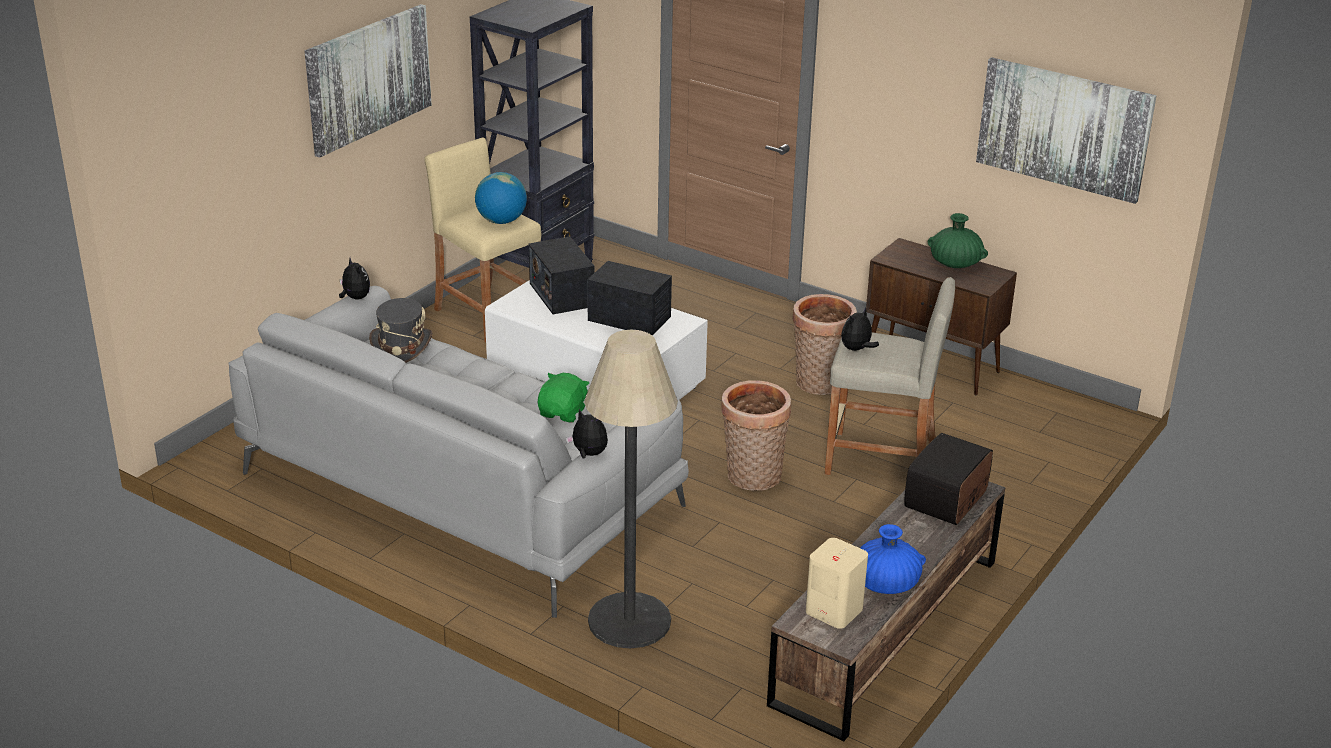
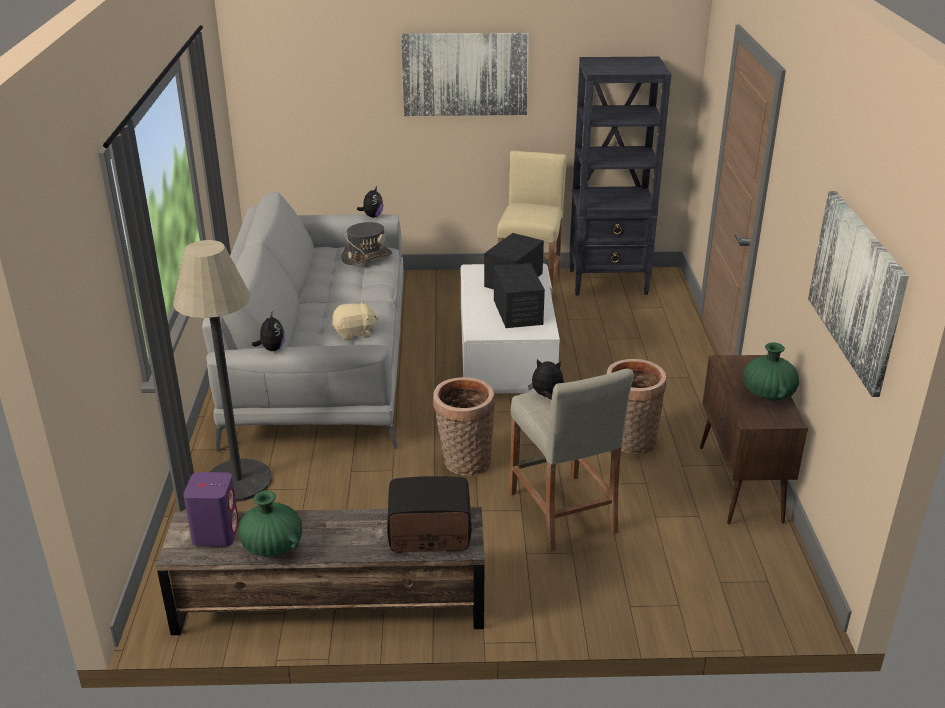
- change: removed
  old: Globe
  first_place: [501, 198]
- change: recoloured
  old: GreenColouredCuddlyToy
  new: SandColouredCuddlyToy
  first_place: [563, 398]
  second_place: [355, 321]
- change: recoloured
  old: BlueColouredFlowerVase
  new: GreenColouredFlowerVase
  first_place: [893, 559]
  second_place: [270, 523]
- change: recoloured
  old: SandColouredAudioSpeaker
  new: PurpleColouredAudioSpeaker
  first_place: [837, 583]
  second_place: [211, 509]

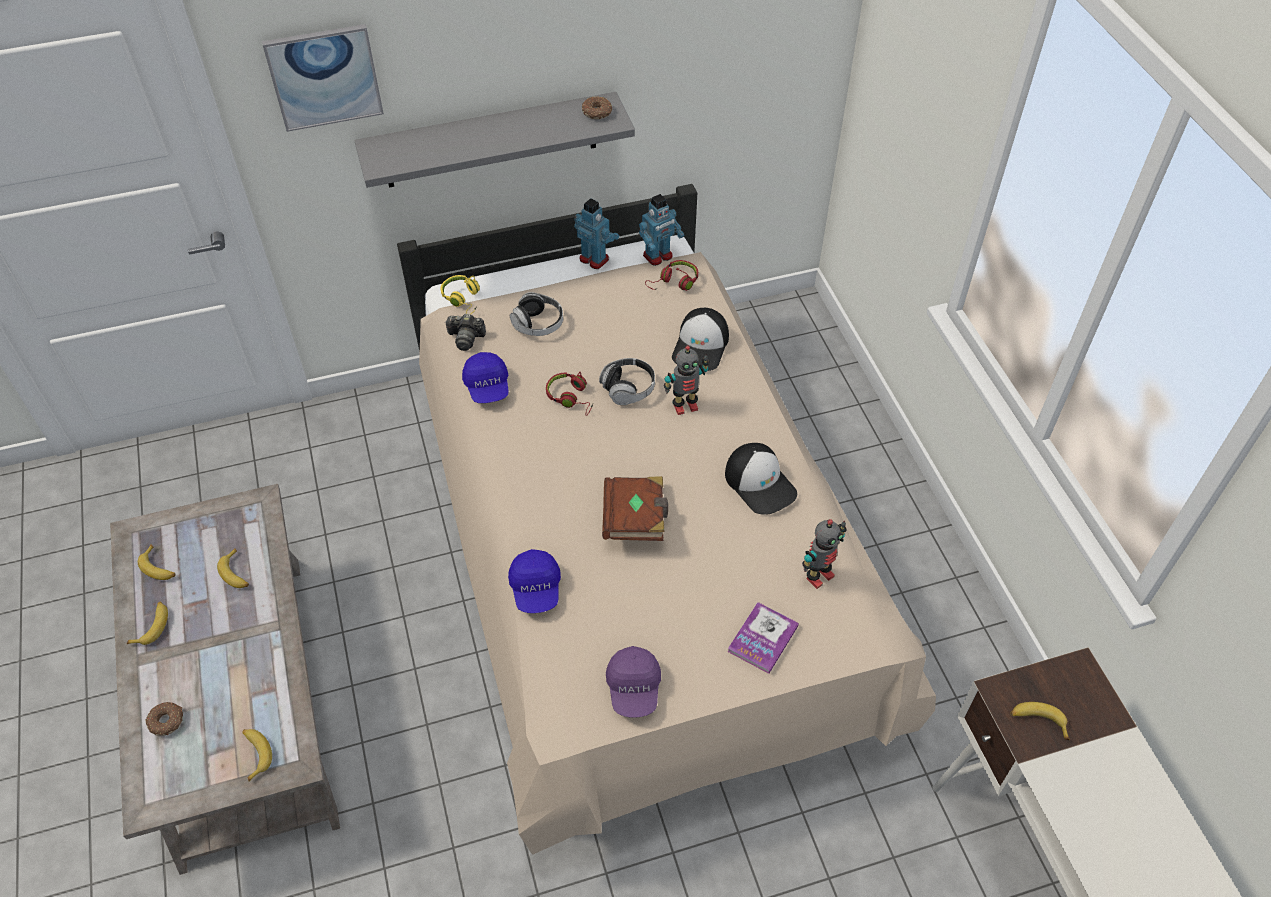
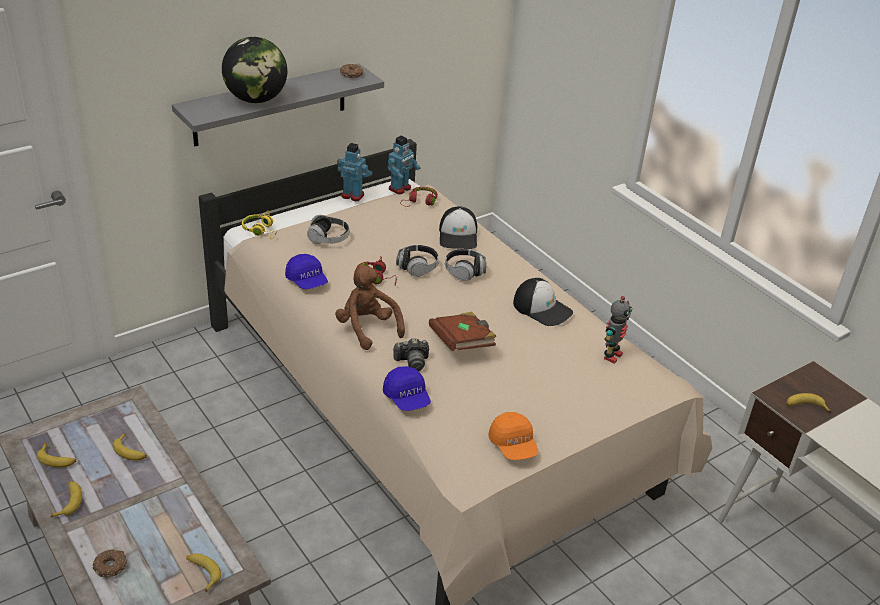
- change: removed
  old: WallPicture
  first_place: [323, 78]
- change: moved
  old: StillCamera
  first_place: [465, 332]
  second_place: [411, 354]
- change: replaced
  old: ToyRobot
  new: PairOfHeadphones
  first_place: [686, 380]
  second_place: [466, 265]
- change: removed
  old: Book
  first_place: [763, 638]
- change: recoloured
  old: PurpleColouredCap
  new: OrangeColouredCap
  first_place: [633, 682]
  second_place: [513, 436]
- change: added
  new: Globe
  second_place: [254, 70]
- change: added
  new: BrownishCuddlyToy
  second_place: [370, 307]

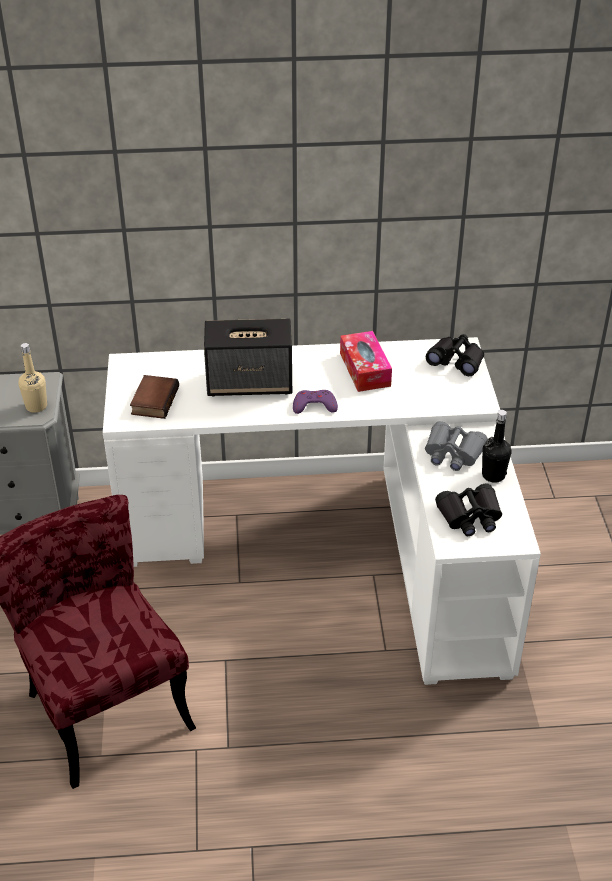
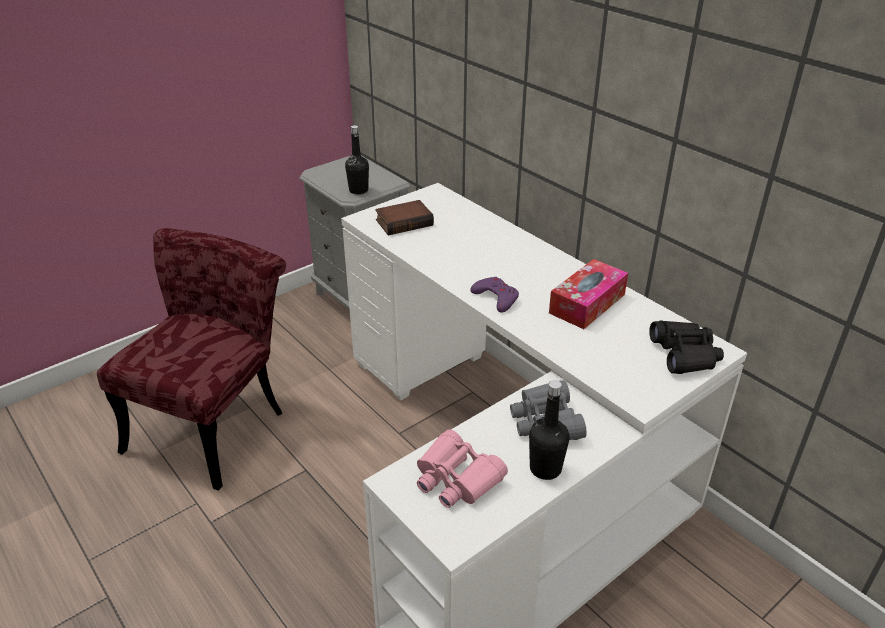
- change: removed
  old: AudioSpeaker
  first_place: [248, 357]
- change: recoloured
  old: SandColouredDrinkBottle
  new: BlackishDrinkBottle
  first_place: [32, 378]
  second_place: [357, 159]
- change: recoloured
  old: BlackishBinoculars
  new: PinkColouredBinoculars
  first_place: [468, 509]
  second_place: [462, 468]

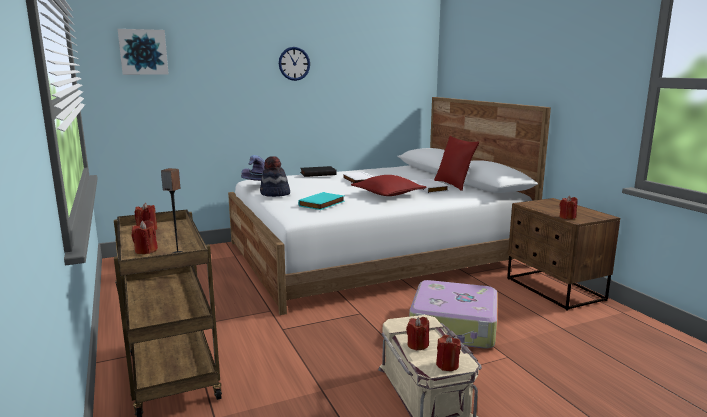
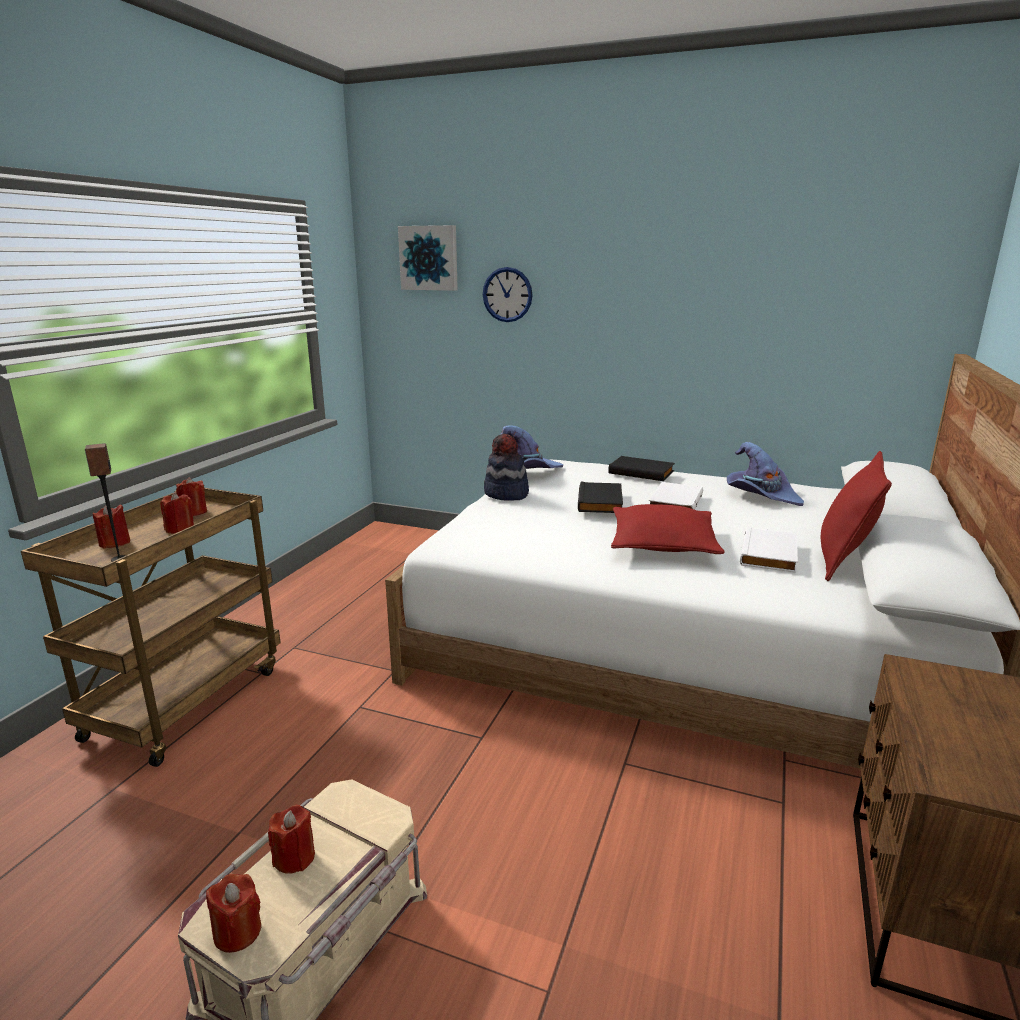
- change: moved
  old: HangingClock
  first_place: [294, 64]
  second_place: [508, 294]
- change: removed
  old: TurquoiseBook
  first_place: [321, 201]
- change: moved
  old: ReddishCandle
  first_place: [568, 207]
  second_place: [177, 513]
- change: removed
  old: PieceOfLuggage
  first_place: [453, 314]
- change: added
  new: PurpleColouredClothingHat
  second_place: [765, 474]
- change: added
  new: BlackishBook
  second_place: [600, 497]

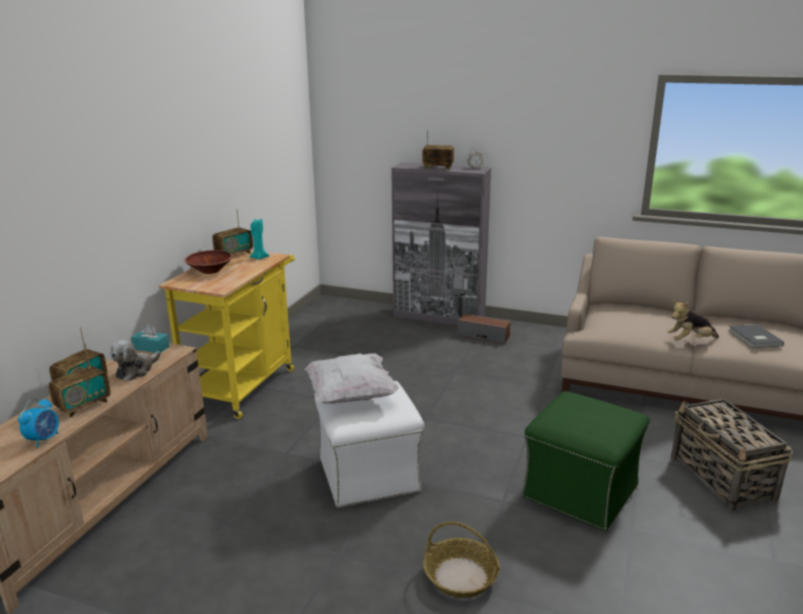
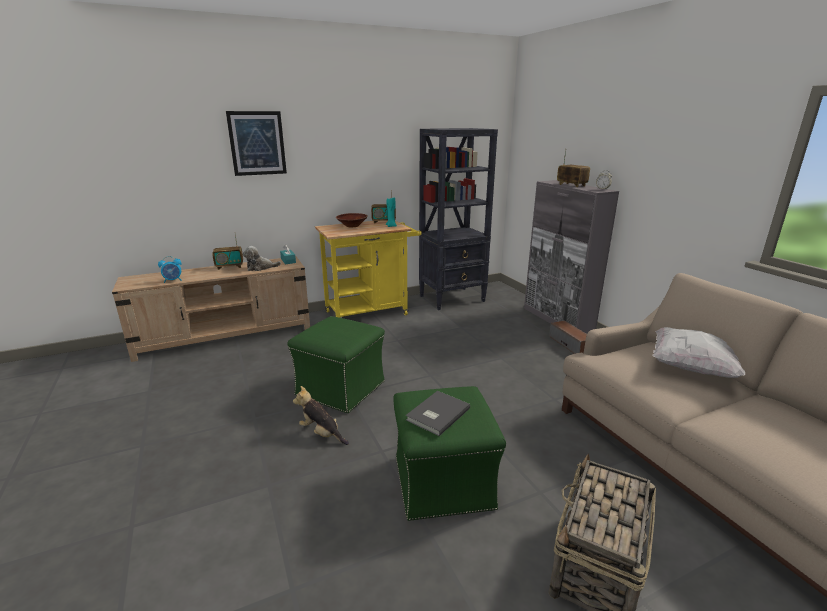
- change: moved
  old: CuddlyToy
  first_place: [693, 320]
  second_place: [321, 415]
- change: moved
  old: GrayBook
  first_place: [756, 336]
  second_place: [438, 413]
- change: removed
  old: Radio
  first_place: [80, 381]
- change: moved
  old: WhiteColouredCushion
  first_place: [351, 378]
  second_place: [698, 352]
- change: recoloured
  old: WhiteColouredOttoman
  new: GreenColouredOttoman
  first_place: [369, 444]
  second_place: [336, 364]
- change: removed
  old: HouseholdBasket
  first_place: [461, 560]
- change: added
  new: WallPicture
  second_place: [256, 143]
- change: added
  new: BlackishBookcase
  second_place: [458, 219]

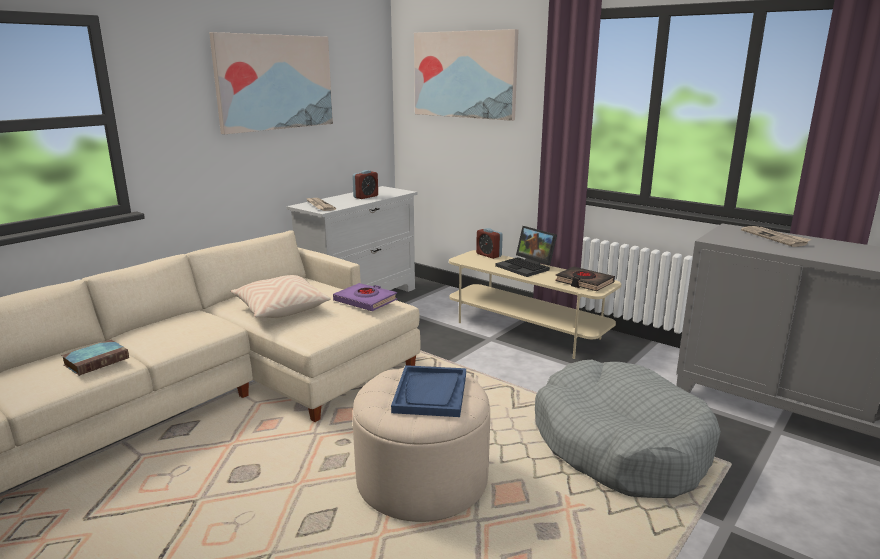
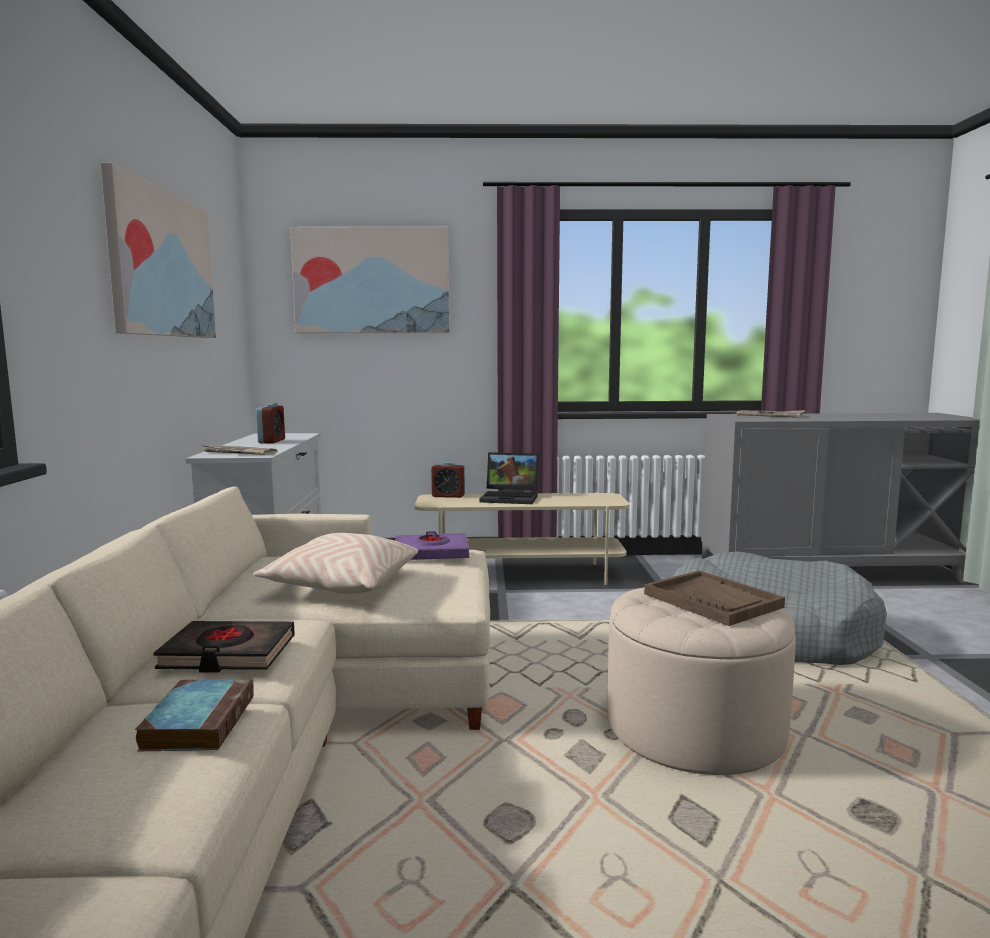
- change: moved
  old: BlackishBook
  first_place: [585, 279]
  second_place: [224, 647]
- change: recoloured
  old: BlueColouredCarryingTray
  new: BrownishCarryingTray
  first_place: [428, 391]
  second_place: [714, 598]

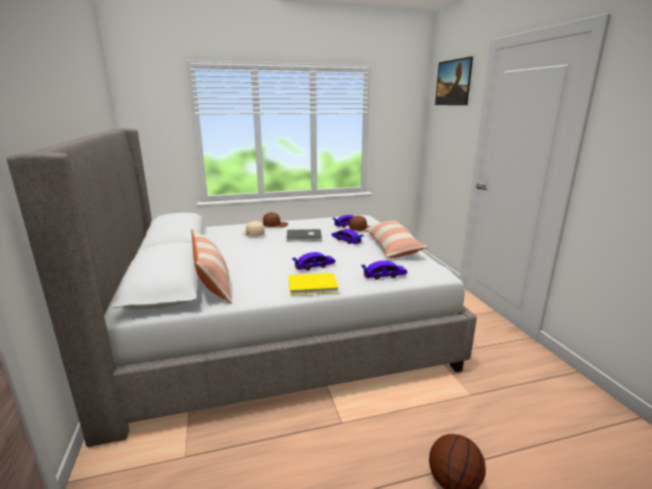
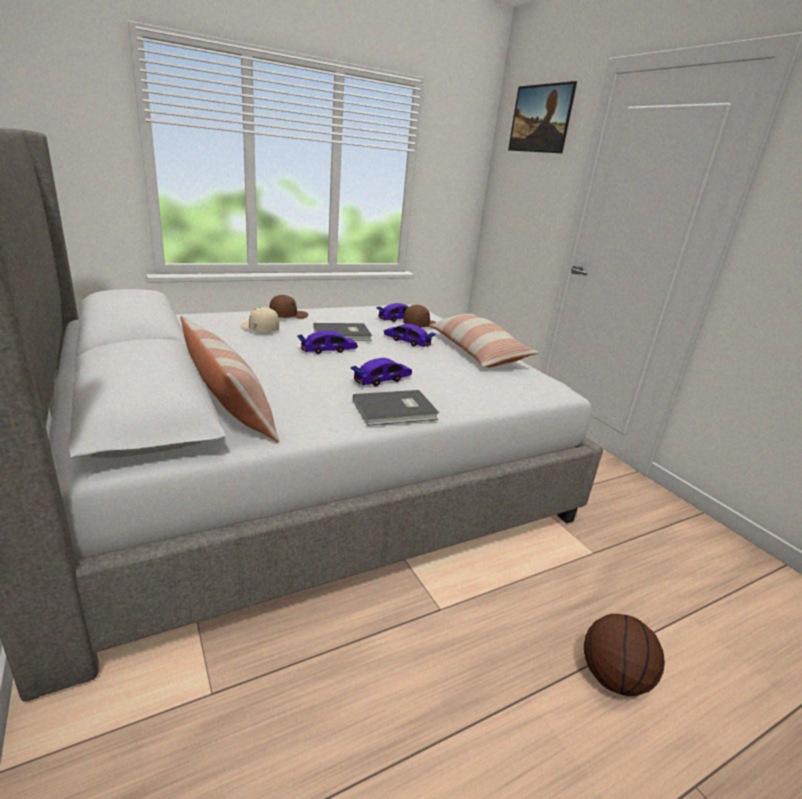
- change: moved
  old: ToyCar
  first_place: [384, 270]
  second_place: [328, 342]
- change: recoloured
  old: YellowishBook
  new: GrayBook
  first_place: [313, 284]
  second_place: [396, 408]

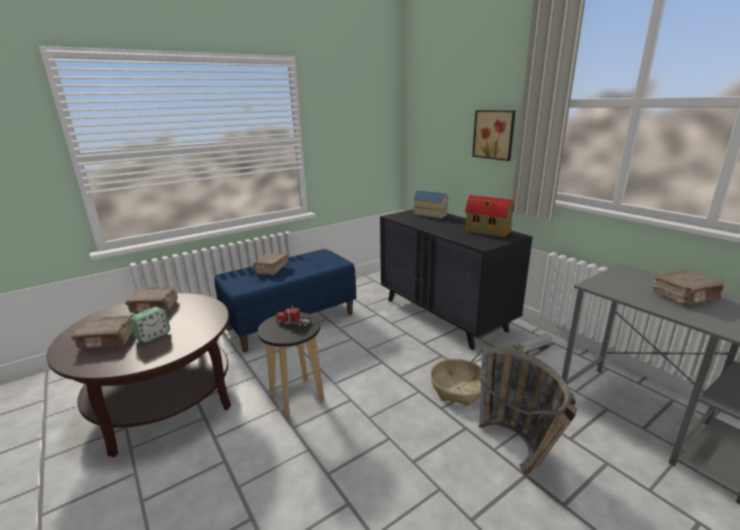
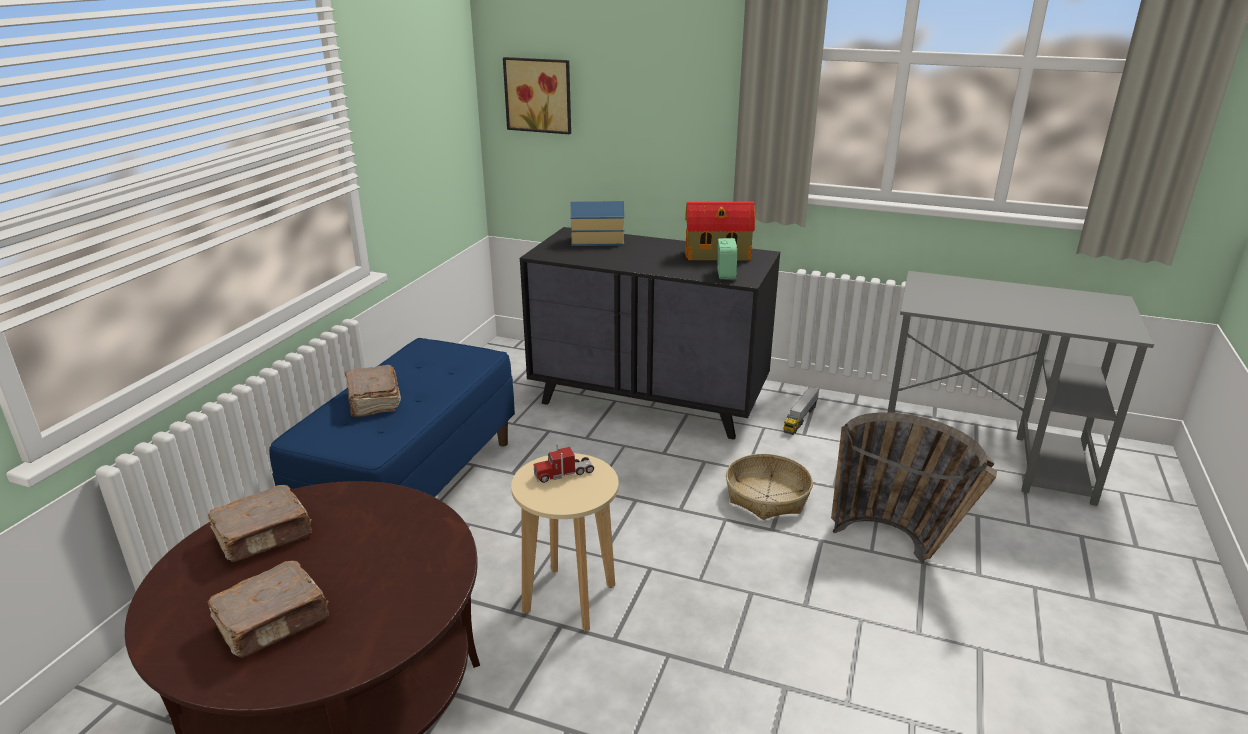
- change: moved
  old: WallPicture
  first_place: [493, 135]
  second_place: [537, 95]
- change: removed
  old: BrownishBook
  first_place: [688, 287]
- change: moved
  old: AlarmClock
  first_place: [150, 325]
  second_place: [727, 258]
- change: recoloured
  old: BlackishStool
  new: SandColouredStool
  first_place: [291, 364]
  second_place: [565, 542]

